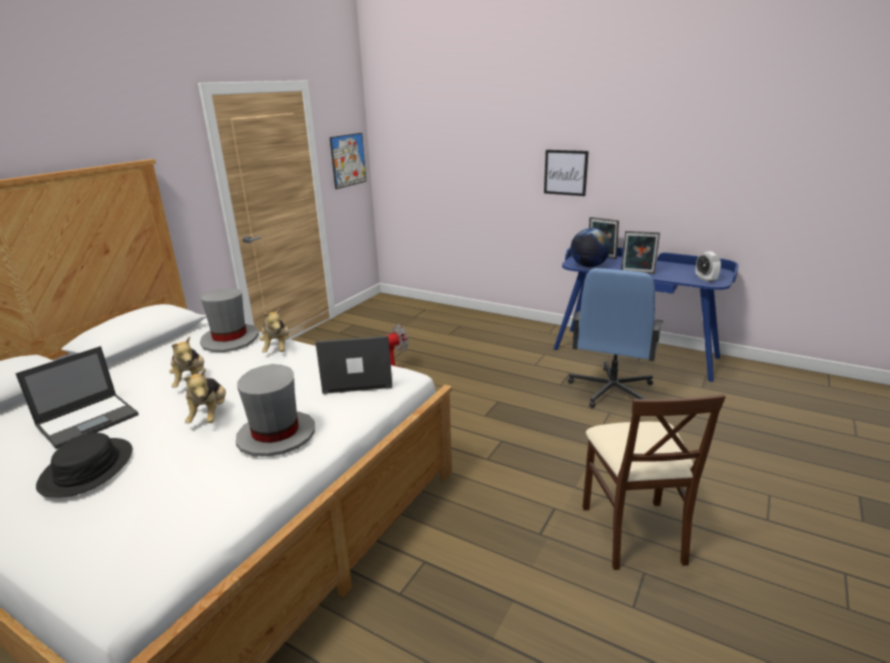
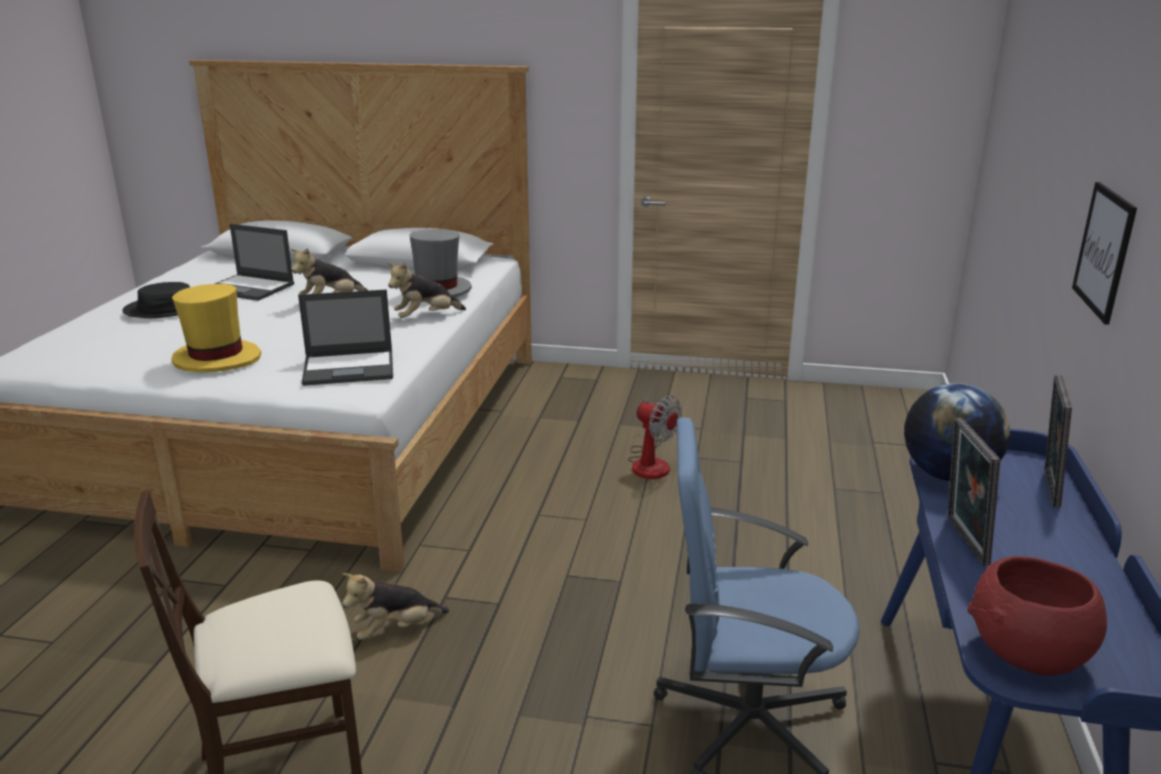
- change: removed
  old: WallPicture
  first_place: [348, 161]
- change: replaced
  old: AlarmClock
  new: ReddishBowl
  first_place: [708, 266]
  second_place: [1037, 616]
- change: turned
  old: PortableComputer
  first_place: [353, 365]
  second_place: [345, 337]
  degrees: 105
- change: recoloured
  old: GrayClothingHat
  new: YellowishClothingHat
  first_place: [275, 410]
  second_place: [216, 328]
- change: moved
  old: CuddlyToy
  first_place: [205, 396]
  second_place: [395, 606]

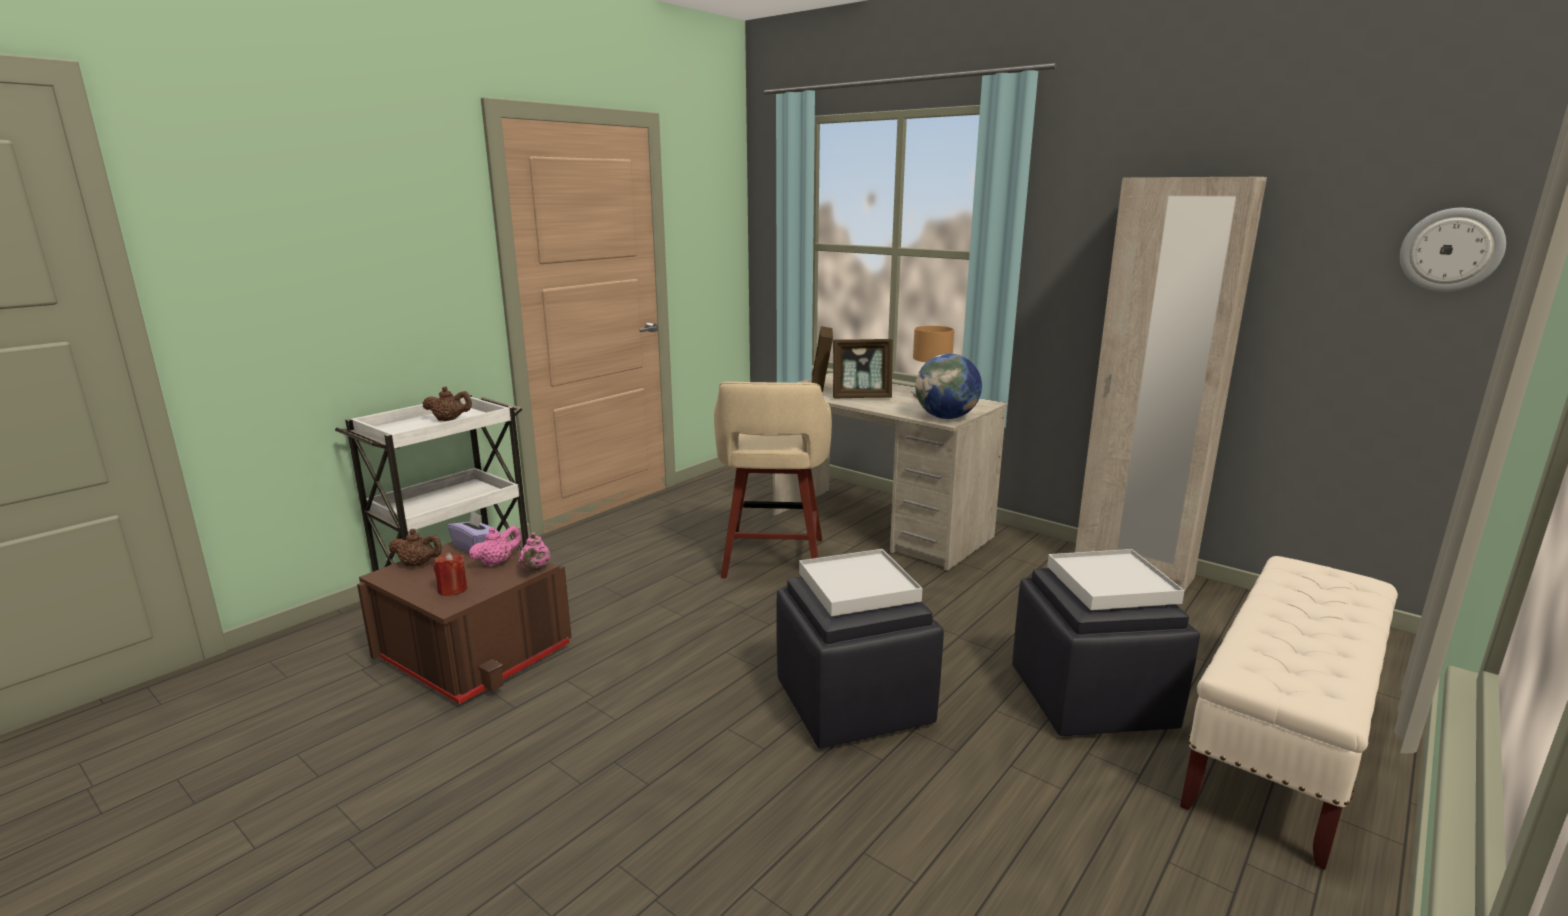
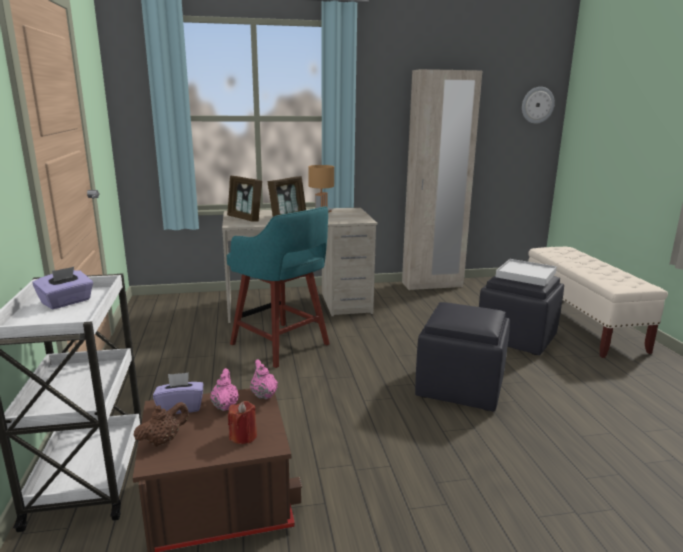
- change: removed
  old: Globe
  first_place: [948, 386]
- change: recoloured
  old: SandColouredStool
  new: TurquoiseStool
  first_place: [773, 480]
  second_place: [278, 287]
- change: replaced
  old: BrownishTeapot
  new: PurpleColouredTissueHolder
  first_place: [447, 404]
  second_place: [63, 288]
- change: turned
  old: PinkColouredTeapot
  first_place: [534, 552]
  second_place: [264, 379]
  degrees: -150
- change: removed
  old: WhiteColouredCarryingTray
  first_place: [861, 582]

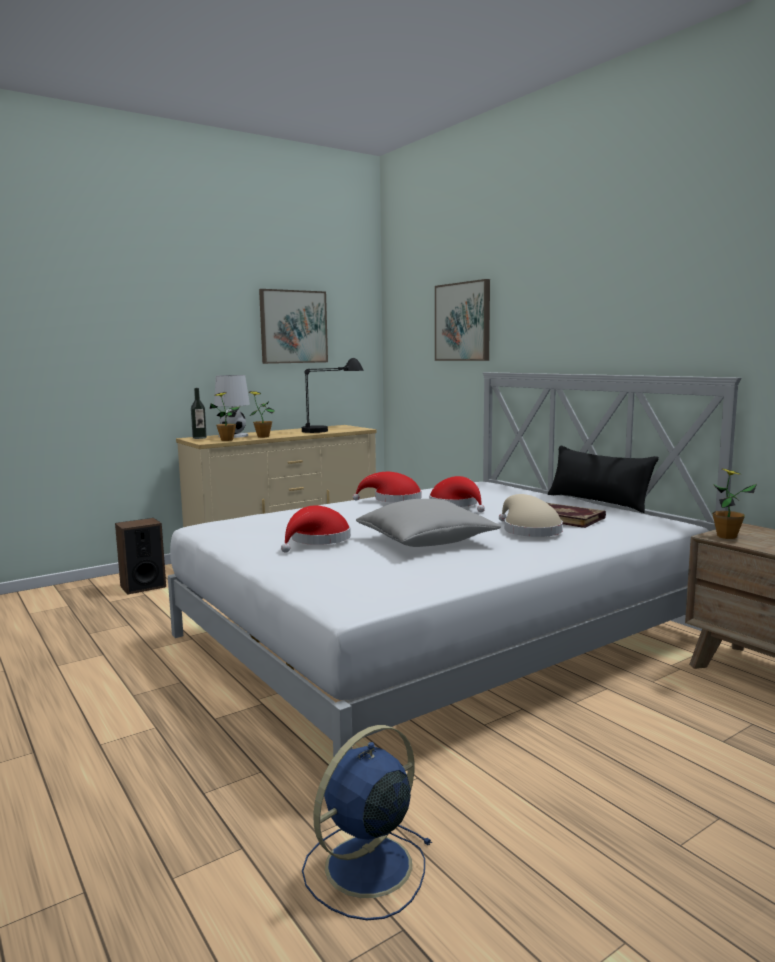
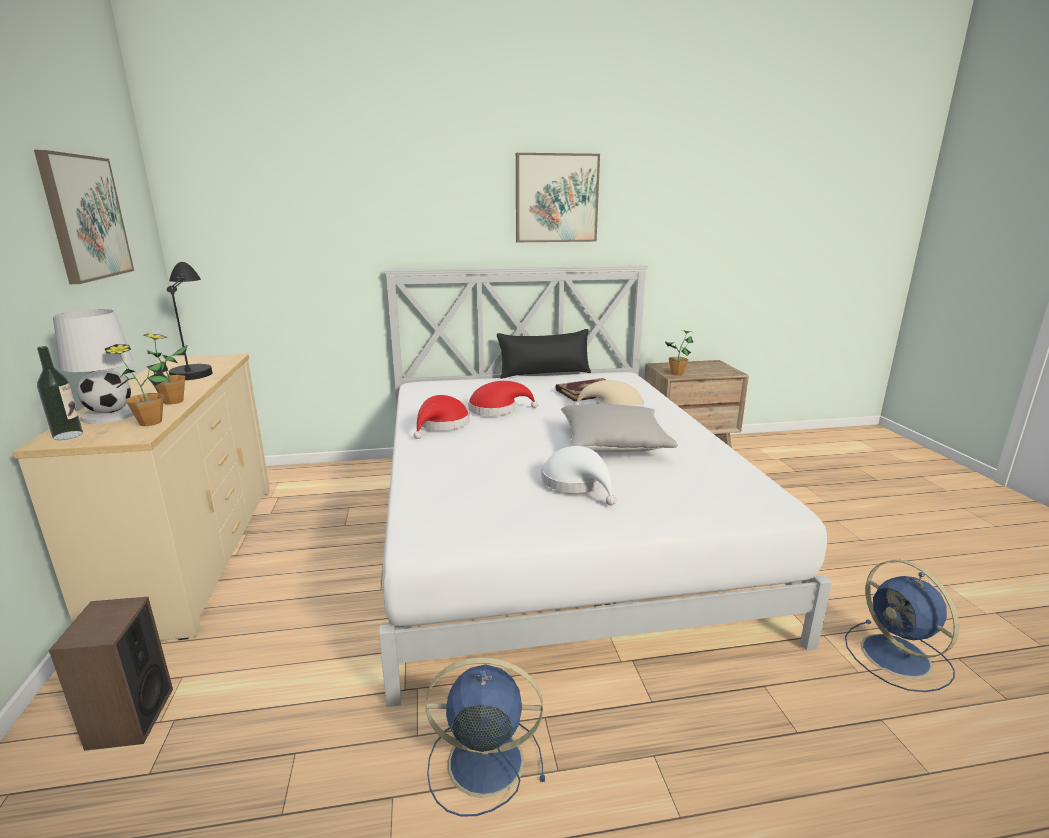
- change: moved
  old: WallPicture
  first_place: [462, 320]
  second_place: [558, 197]
- change: recoloured
  old: ReddishClothingHat
  new: WhiteColouredClothingHat
  first_place: [316, 529]
  second_place: [579, 475]
- change: added
  new: BlueColouredFan
  second_place: [485, 737]

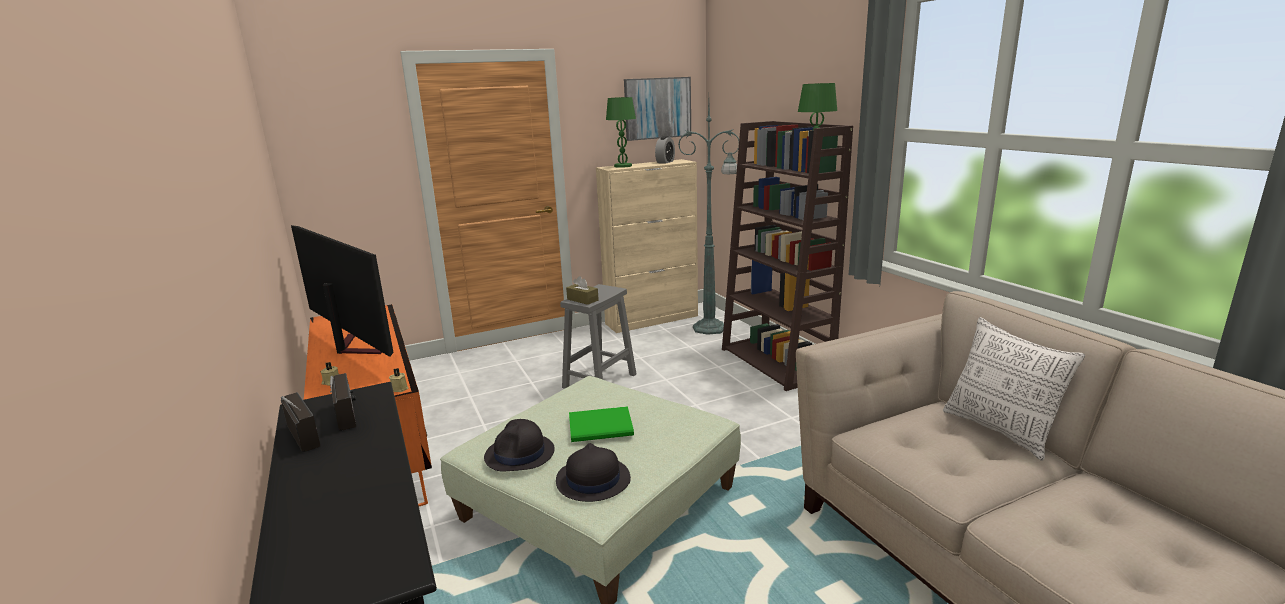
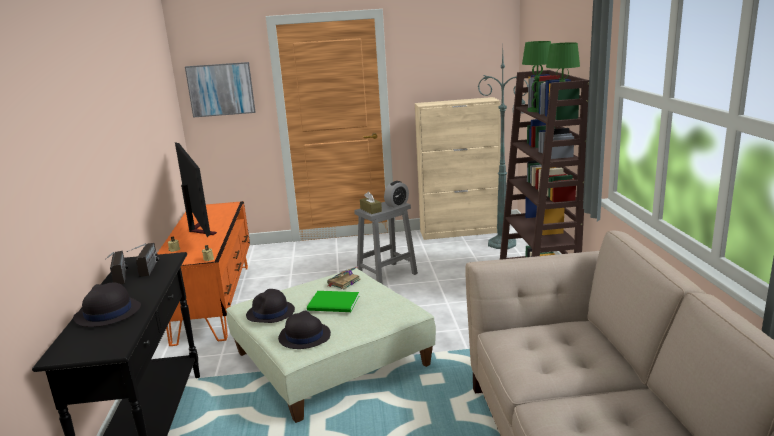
- change: moved
  old: WallPicture
  first_place: [657, 109]
  second_place: [220, 90]
- change: moved
  old: GreenColouredLampForATable
  first_place: [621, 132]
  second_place: [536, 76]
- change: moved
  old: AlarmClock
  first_place: [665, 150]
  second_place: [396, 194]
- change: removed
  old: Cushion
  first_place: [1014, 389]
- change: added
  new: Book
  second_place: [344, 277]
- change: added
  new: BlackishClothingHat
  second_place: [107, 305]

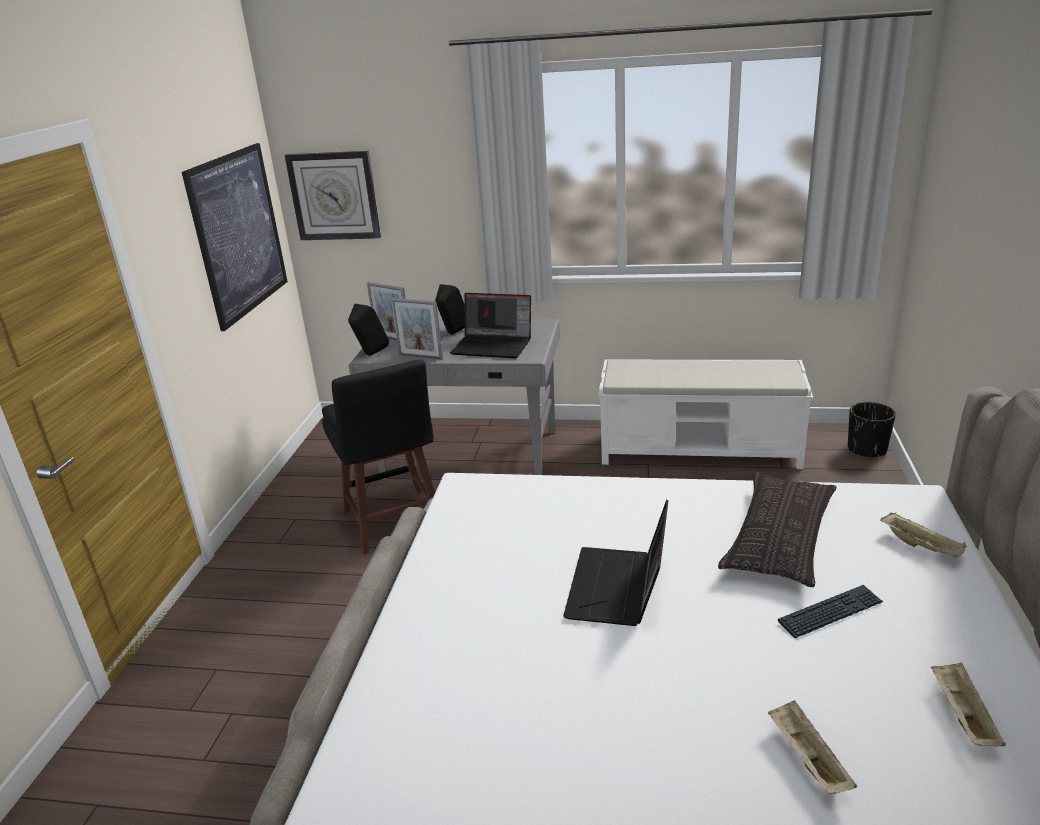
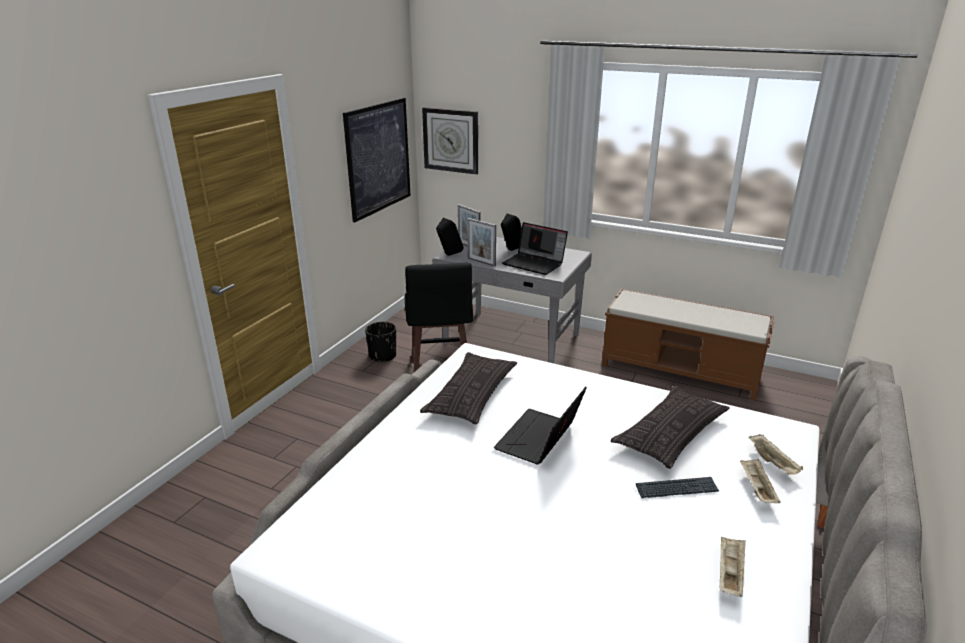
- change: recoloured
  old: WhiteColouredLongSeat
  new: BrownishLongSeat
  first_place: [705, 414]
  second_place: [688, 345]
- change: moved
  old: BlackishFlowerPot
  first_place: [872, 429]
  second_place: [380, 342]
- change: moved
  old: SandColouredCarryingTray
  first_place: [812, 747]
  second_place: [760, 481]
- change: added
  new: Cushion
  second_place: [468, 388]

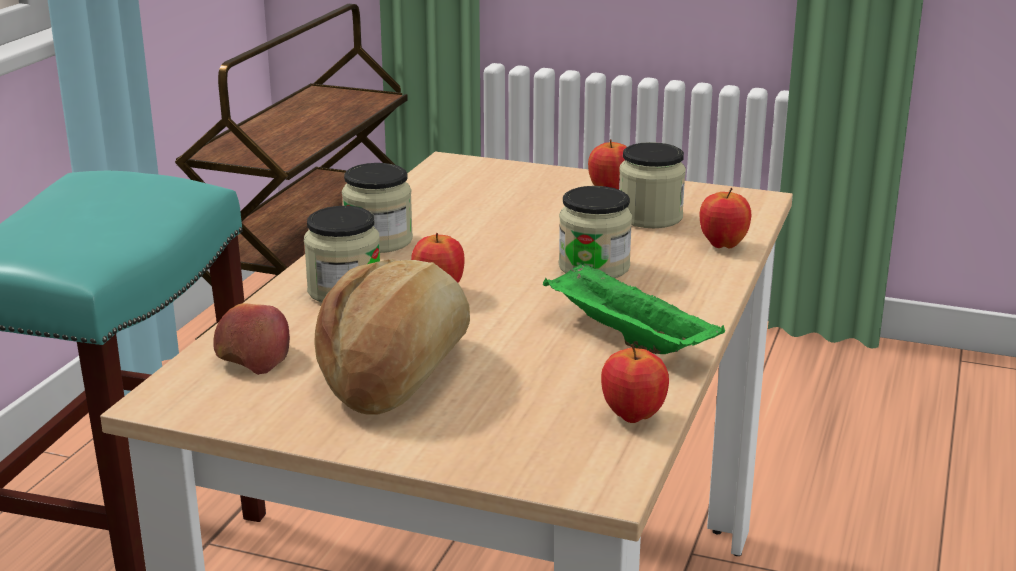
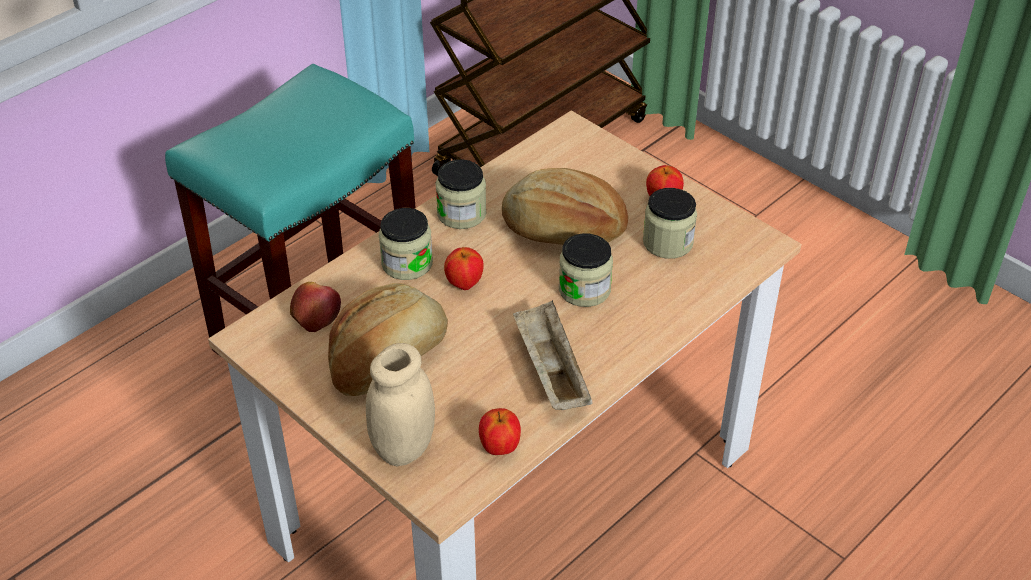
- change: removed
  old: WholeApple
  first_place: [725, 218]
- change: recoloured
  old: GreenColouredCarryingTray
  new: SandColouredCarryingTray
  first_place: [634, 307]
  second_place: [553, 355]
- change: added
  new: BakeryBread
  second_place: [565, 206]
- change: added
  new: SandColouredStorageJar
  second_place: [400, 405]

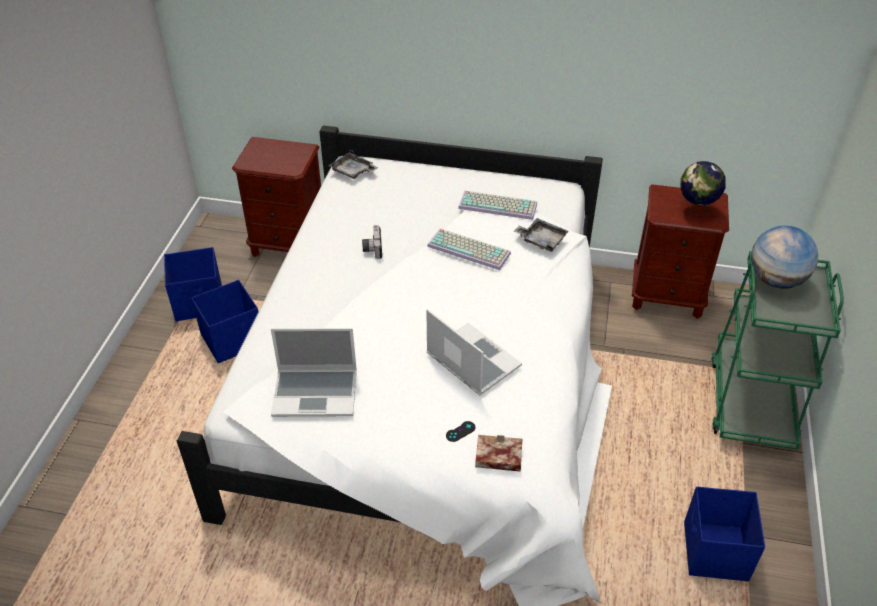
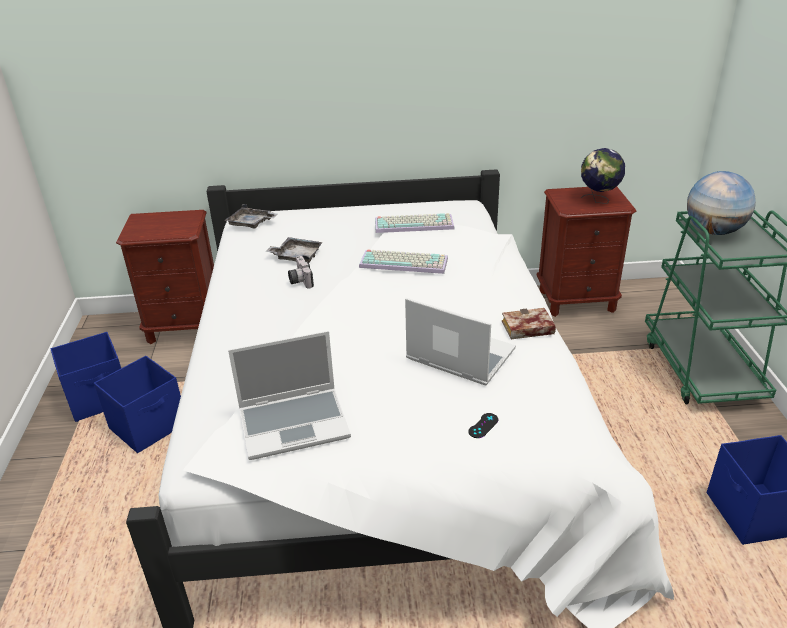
- change: moved
  old: GrayCarryingTray
  first_place: [541, 235]
  second_place: [294, 250]
- change: moved
  old: Book
  first_place: [499, 453]
  second_place: [529, 323]

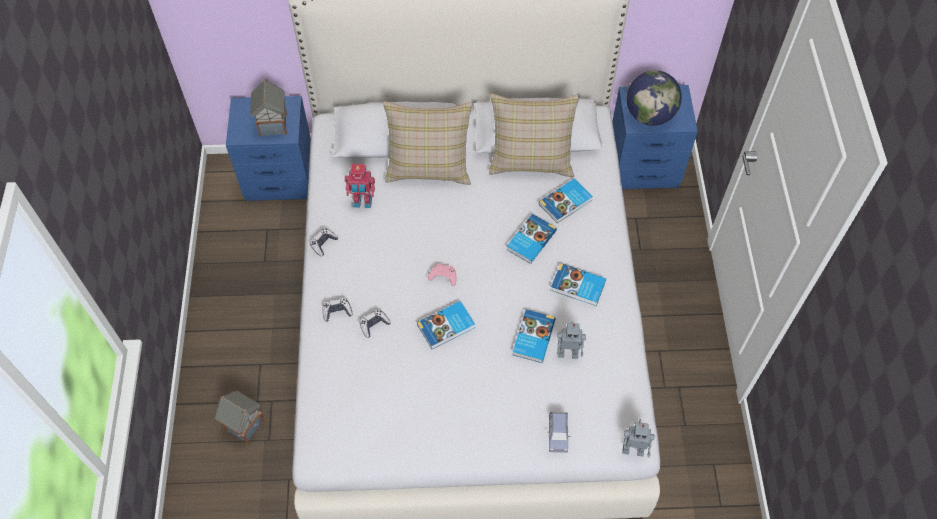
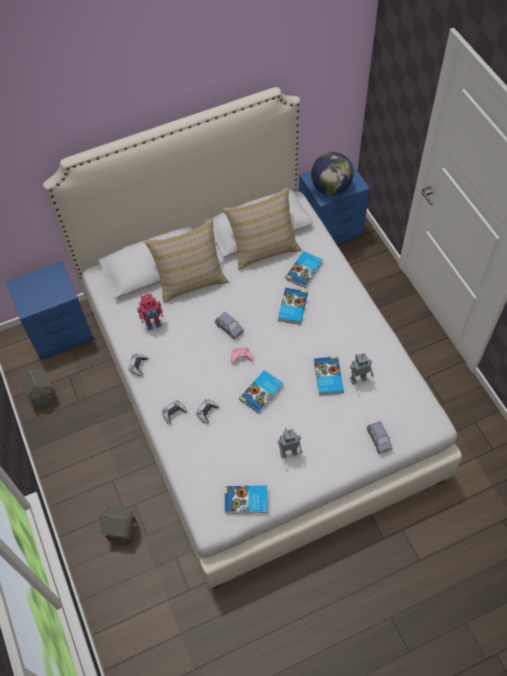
- change: moved
  old: MiniatureHouse
  first_place: [269, 108]
  second_place: [38, 388]
- change: moved
  old: Book
  first_place: [578, 284]
  second_place: [246, 499]
- change: moved
  old: ToyRobot
  first_place: [639, 438]
  second_place: [290, 443]
- change: added
  new: BlueColouredToyCar
  second_place: [229, 325]

